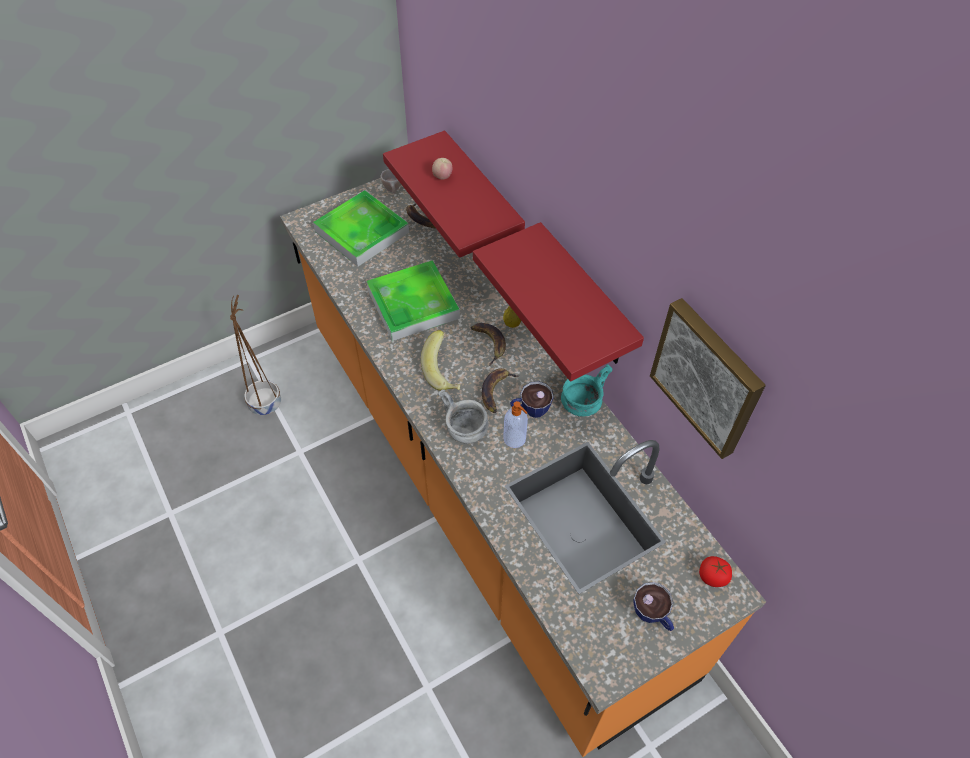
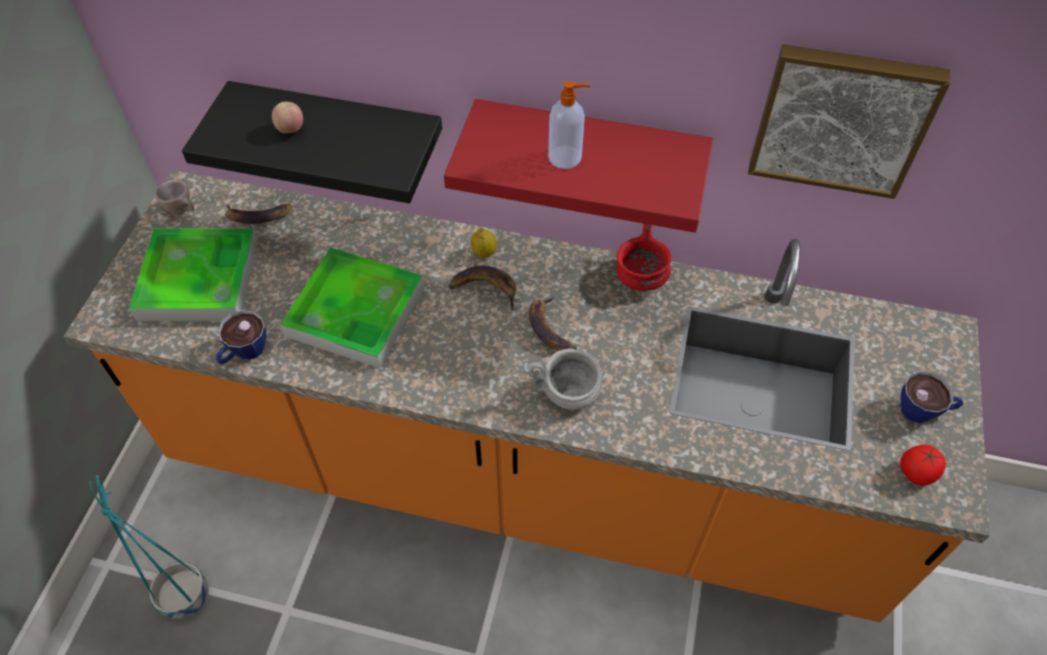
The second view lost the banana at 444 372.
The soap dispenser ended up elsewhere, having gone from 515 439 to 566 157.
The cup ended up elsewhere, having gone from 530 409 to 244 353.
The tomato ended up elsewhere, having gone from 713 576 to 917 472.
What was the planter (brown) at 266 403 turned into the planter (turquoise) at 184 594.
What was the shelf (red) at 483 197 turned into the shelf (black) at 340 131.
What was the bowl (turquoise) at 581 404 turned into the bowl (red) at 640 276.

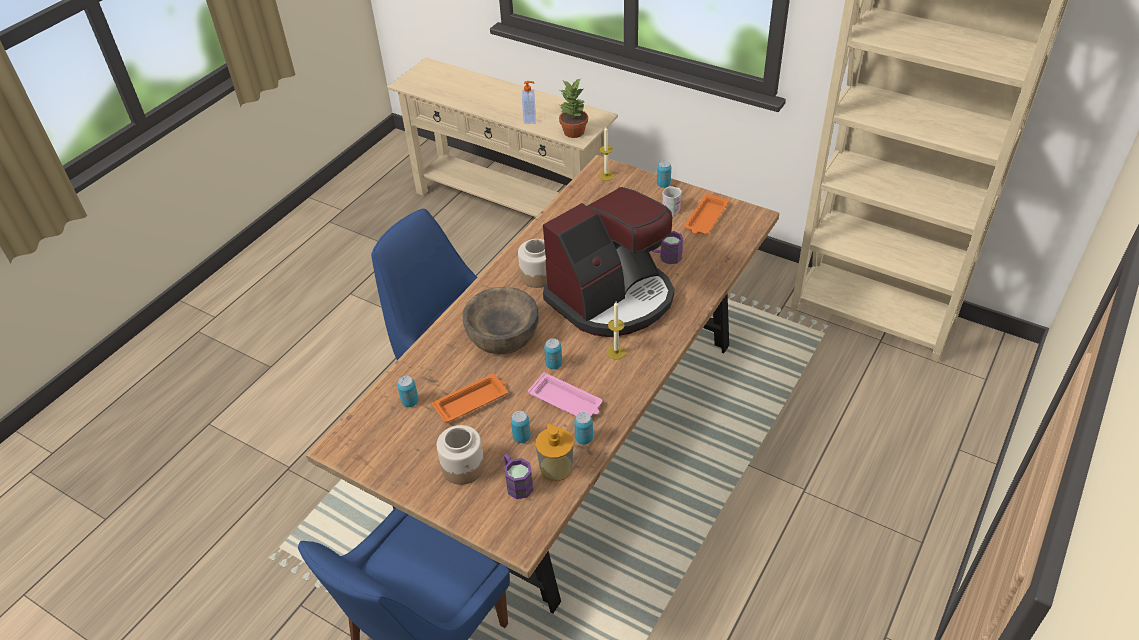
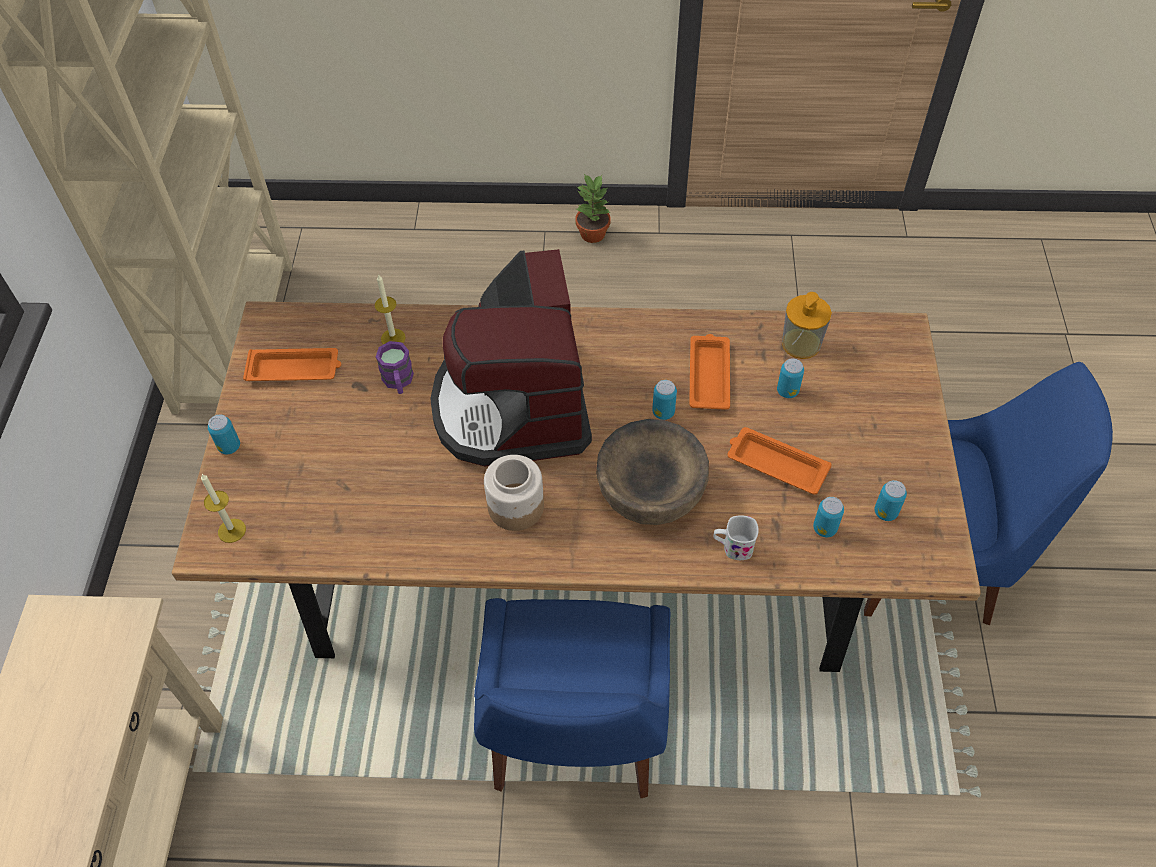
The second view lost the jar at 463 467.
The second view lost the mug (purple) at 517 483.
The second view lost the soap dispenser at 530 119.
The potted plant ended up elsewhere, having gone from 574 132 to 593 233.
The can ended up elsewhere, having gone from 584 438 to 885 512.
The candle ended up elsewhere, having gone from 616 352 to 393 338.
The mug (white) ended up elsewhere, having gone from 672 207 to 732 547.
What was the tray (pink) at 566 401 turned into the tray (orange) at 709 375.
The coffee machine at 612 298 ended up facing another way, 120 degrees counterclockwise from before.

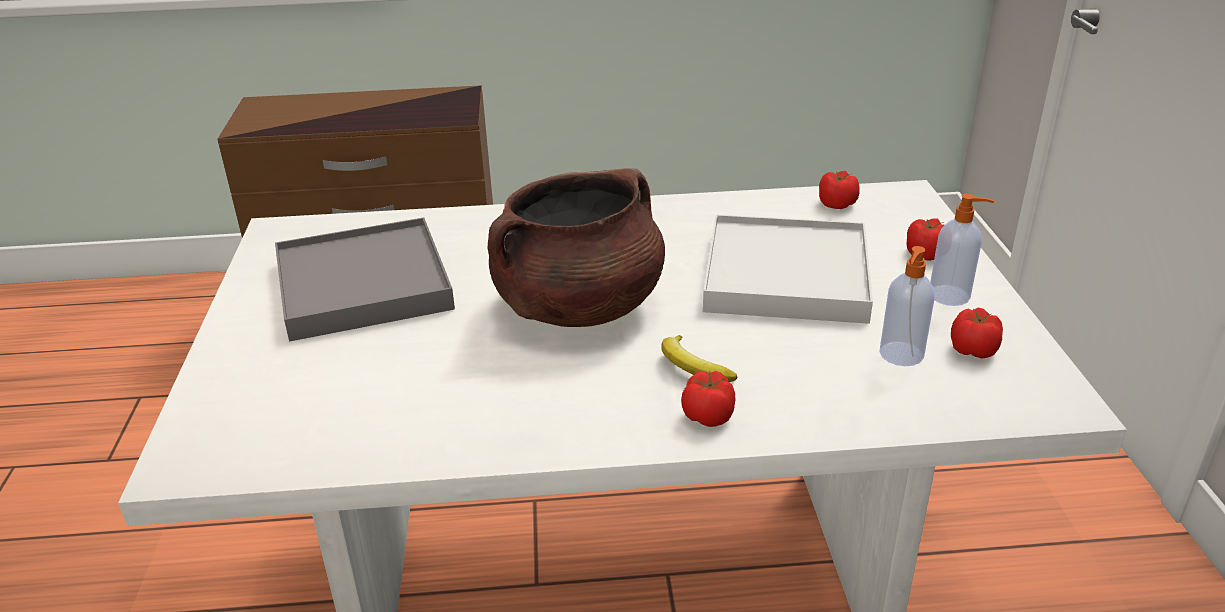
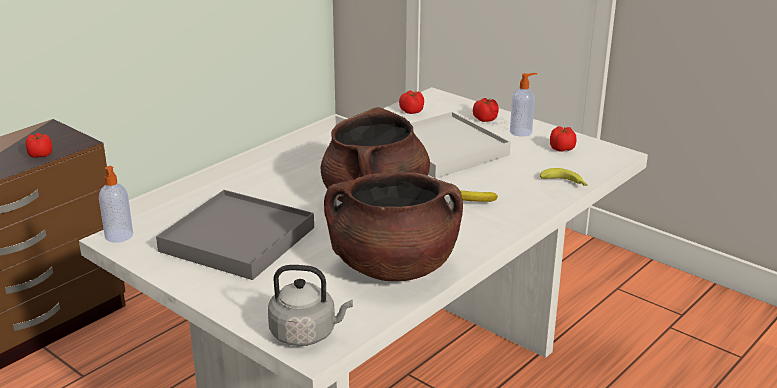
The second view gained the kettle (grey) at 306 333.
The second view gained the cooking pot (brown) at 393 267.
The second view gained the banana at 565 183.
The tomato ended up elsewhere, having gone from 709 415 to 40 155.
The soap dispenser ended up elsewhere, having gone from 901 355 to 119 236.

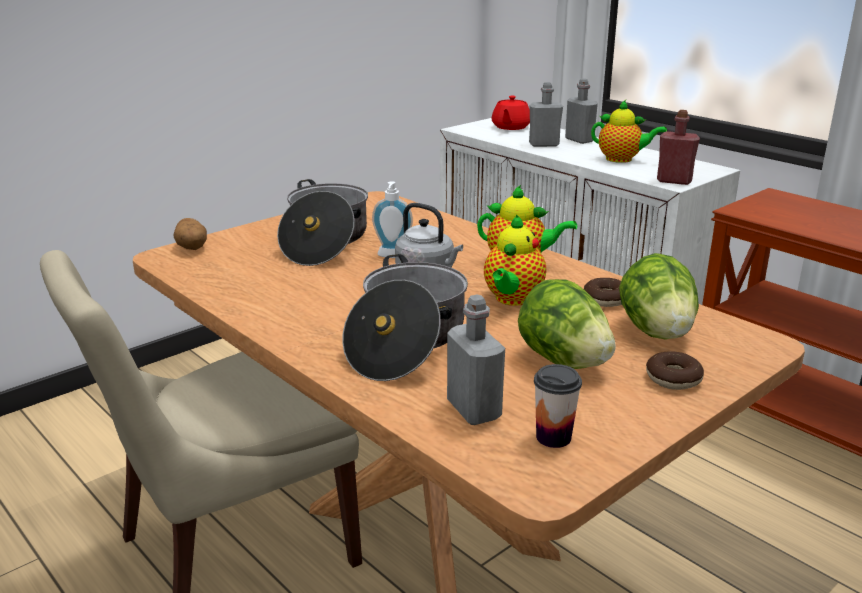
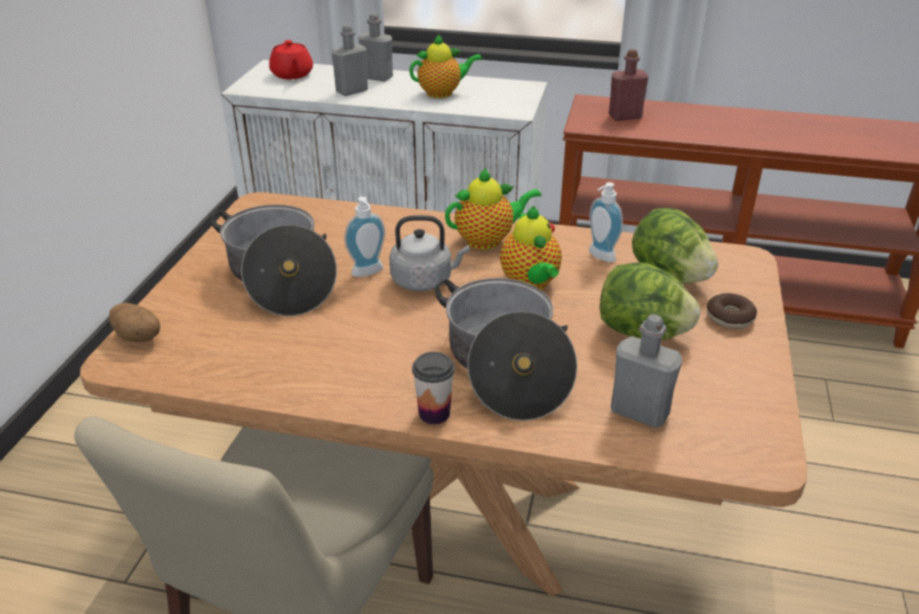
The cup ended up elsewhere, having gone from 553 437 to 434 413.
The bottle (red) ended up elsewhere, having gone from 674 181 to 625 116.
Where the donut stood at 606 299, the soap dispenser came to stand at 599 256.

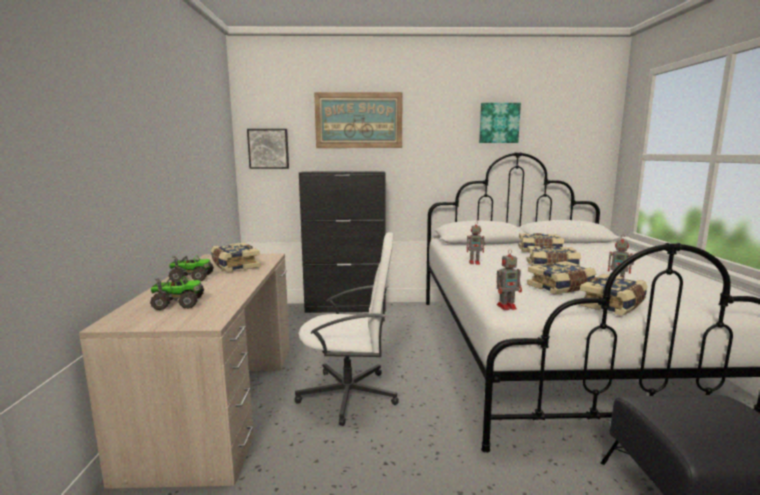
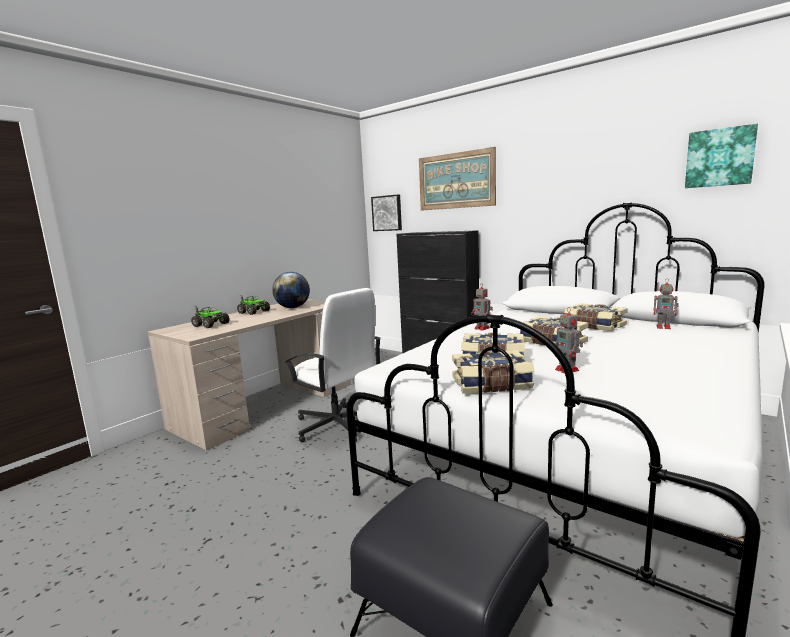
The picture ended up elsewhere, having gone from 499 123 to 719 157.
The toy robot ended up elsewhere, having gone from 507 306 to 664 327.
Where the book stood at 234 266, the globe came to stand at 293 307.

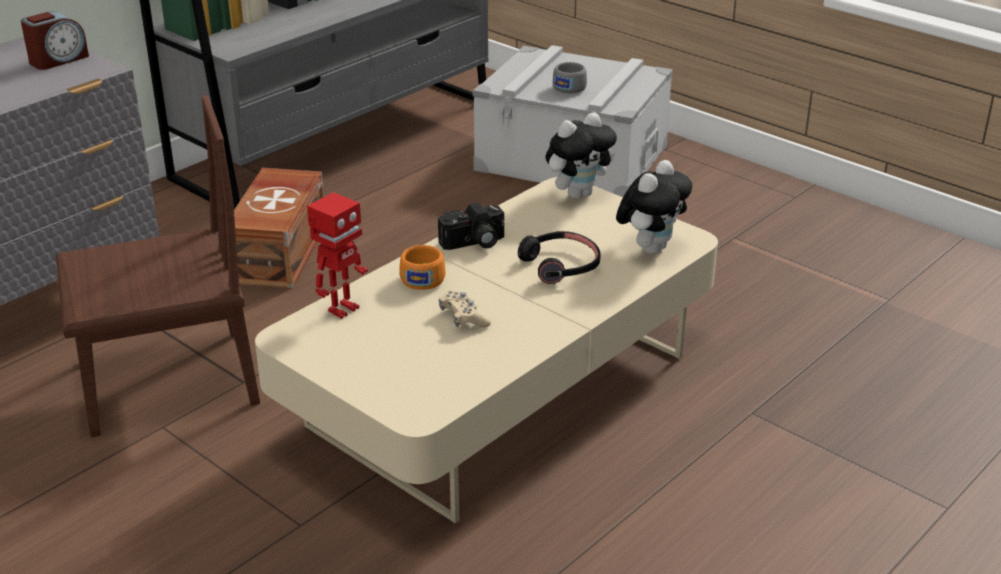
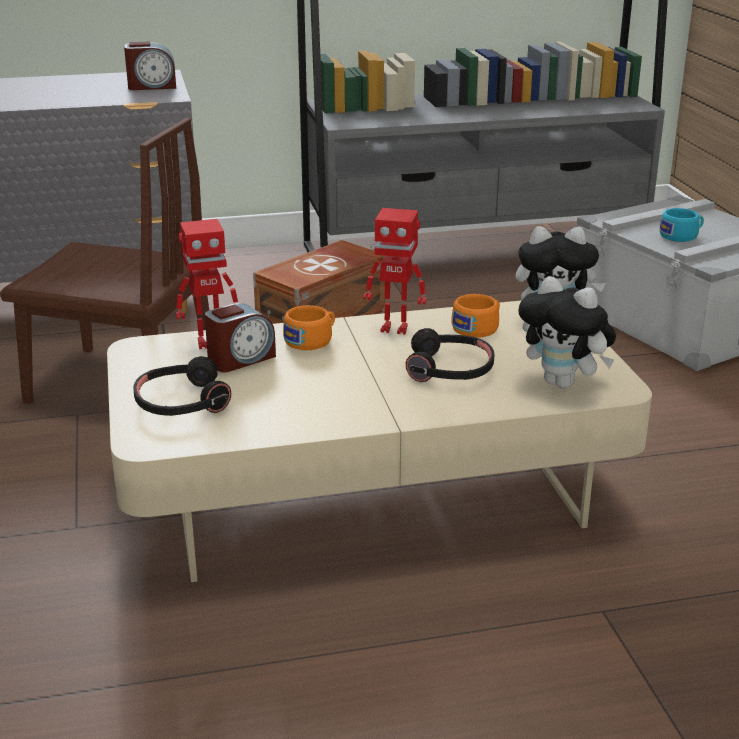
The second view lost the game controller (beige) at 463 318.
The second view gained the headphones (black) at 181 402.
The second view gained the alarm clock at 241 359.
The second view gained the cup (orange) at 478 328.
Where the photo camera stood at 474 243, the toy robot came to stand at 395 328.
What was the cup (grey) at 571 87 turned into the cup (turquoise) at 682 236.
The plush toy at 651 248 ended up facing another way, 60 degrees clockwise from before.

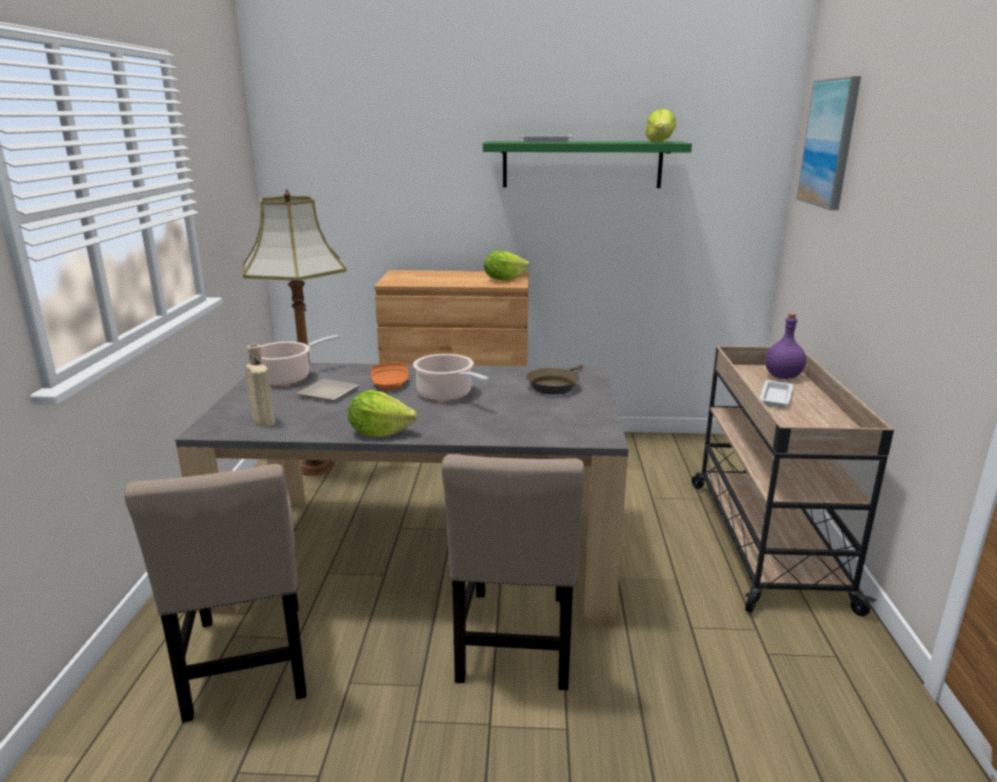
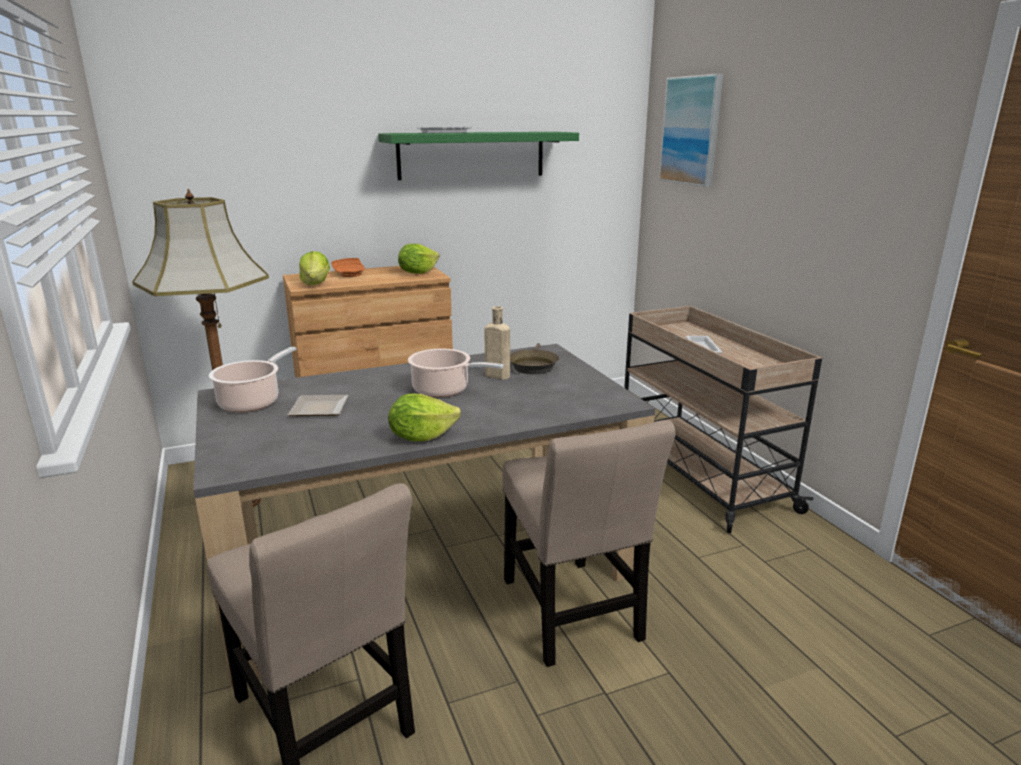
The second view lost the bottle (purple) at 782 376.
The bottle (beige) ended up elsewhere, having gone from 262 421 to 495 375.
The plate (orange) ended up elsewhere, having gone from 390 384 to 350 274.
The lettuce ended up elsewhere, having gone from 659 142 to 316 284.

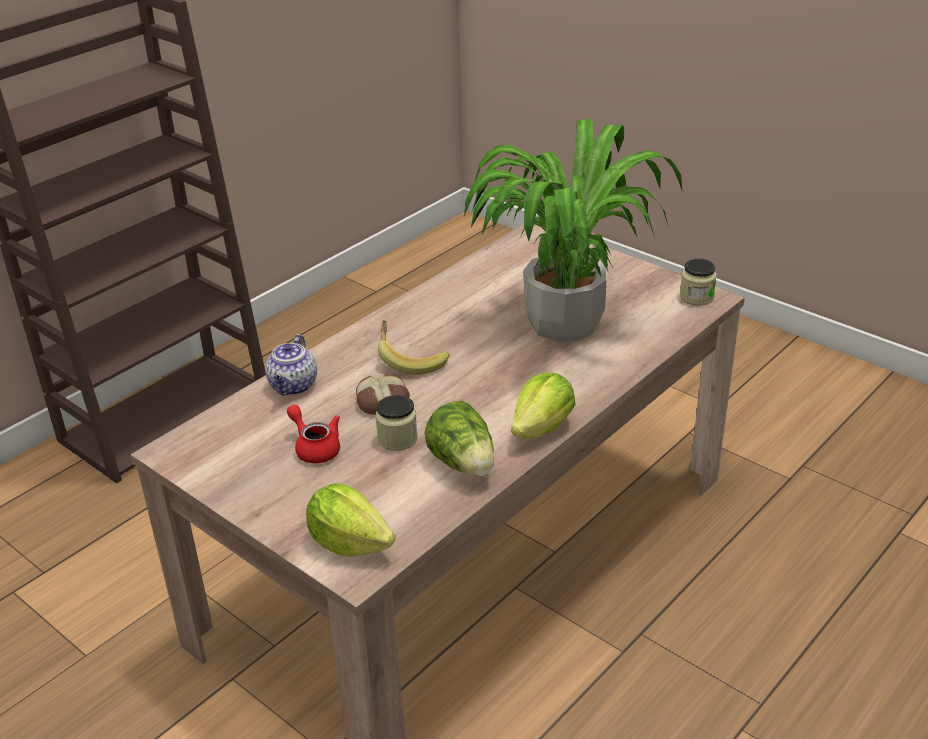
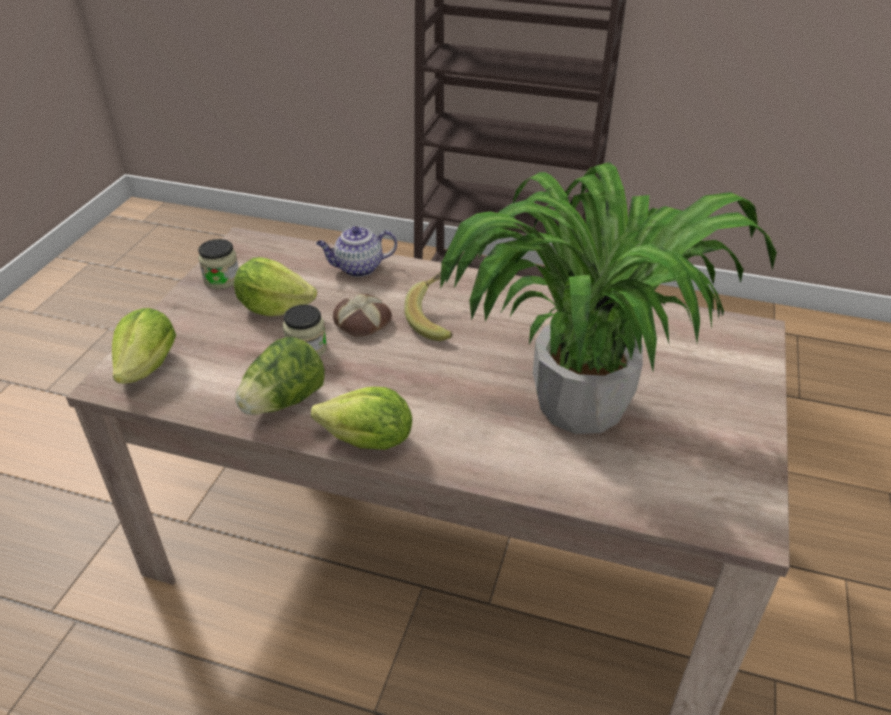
The jar ended up elsewhere, having gone from 696 297 to 222 279.
Where the teapot (red) stood at 315 448, the lettuce came to stand at 274 307.

